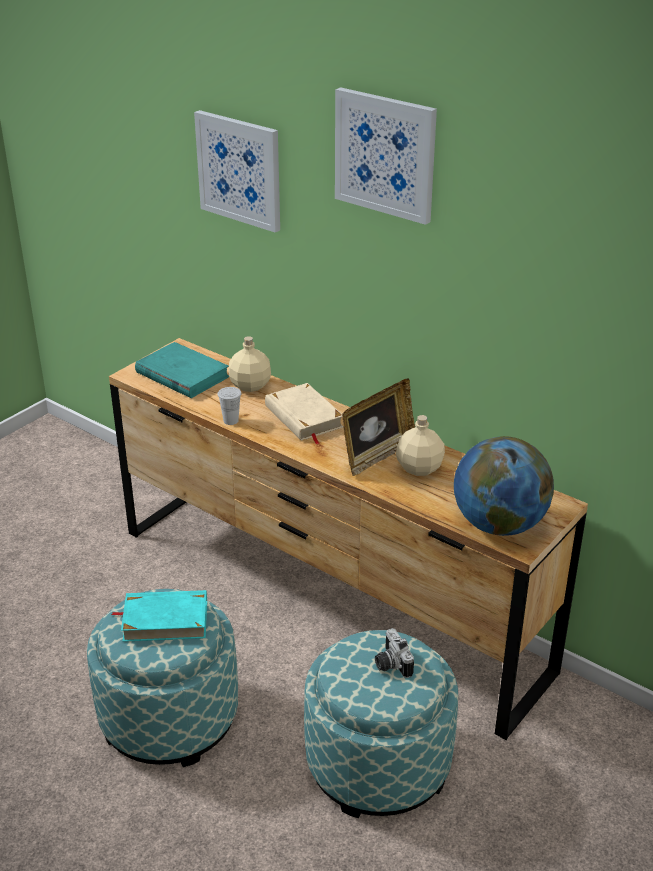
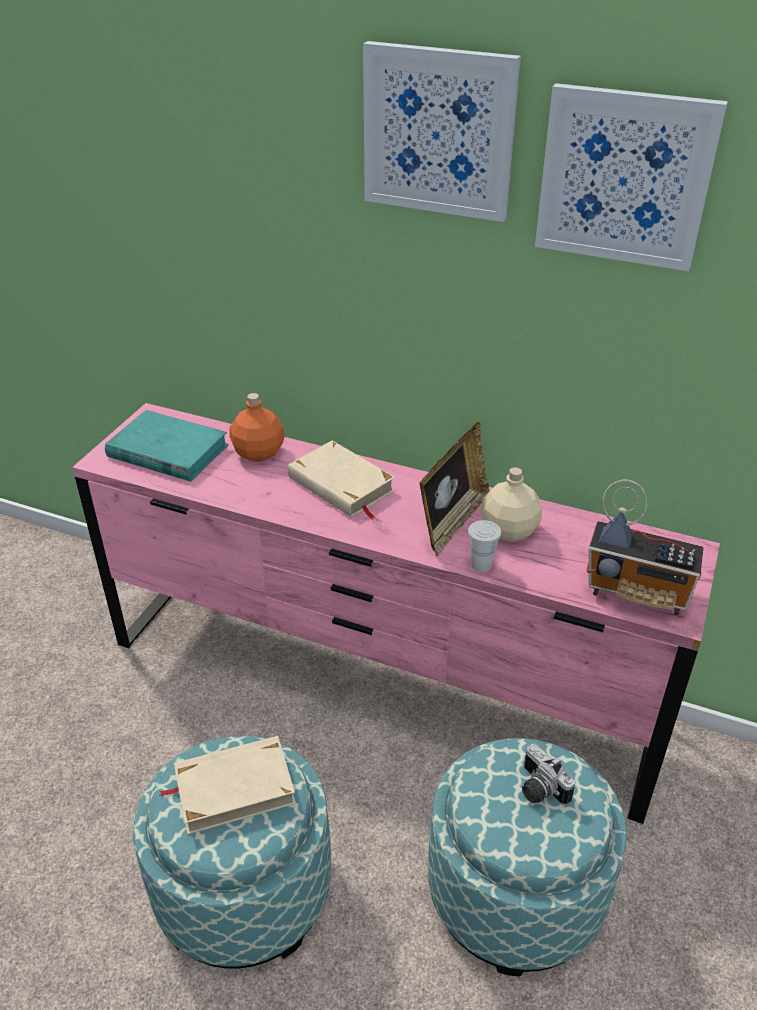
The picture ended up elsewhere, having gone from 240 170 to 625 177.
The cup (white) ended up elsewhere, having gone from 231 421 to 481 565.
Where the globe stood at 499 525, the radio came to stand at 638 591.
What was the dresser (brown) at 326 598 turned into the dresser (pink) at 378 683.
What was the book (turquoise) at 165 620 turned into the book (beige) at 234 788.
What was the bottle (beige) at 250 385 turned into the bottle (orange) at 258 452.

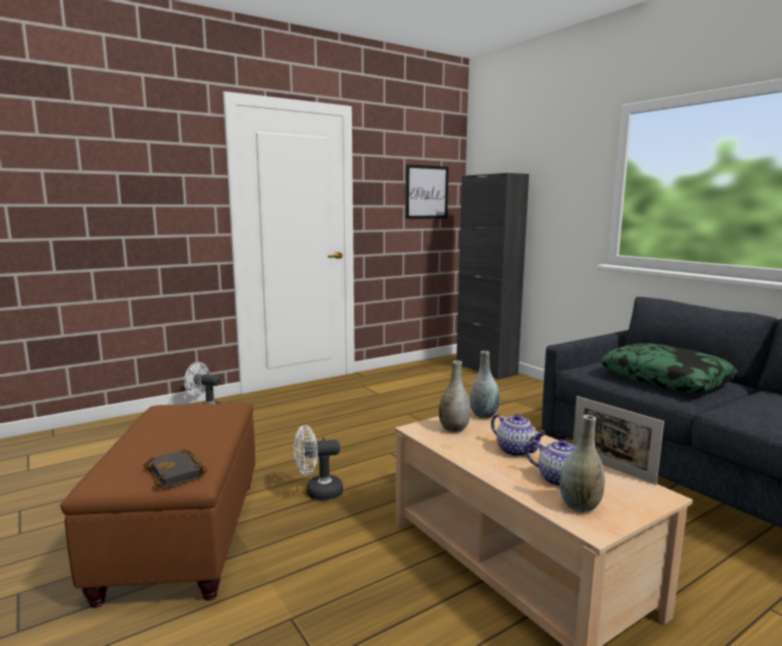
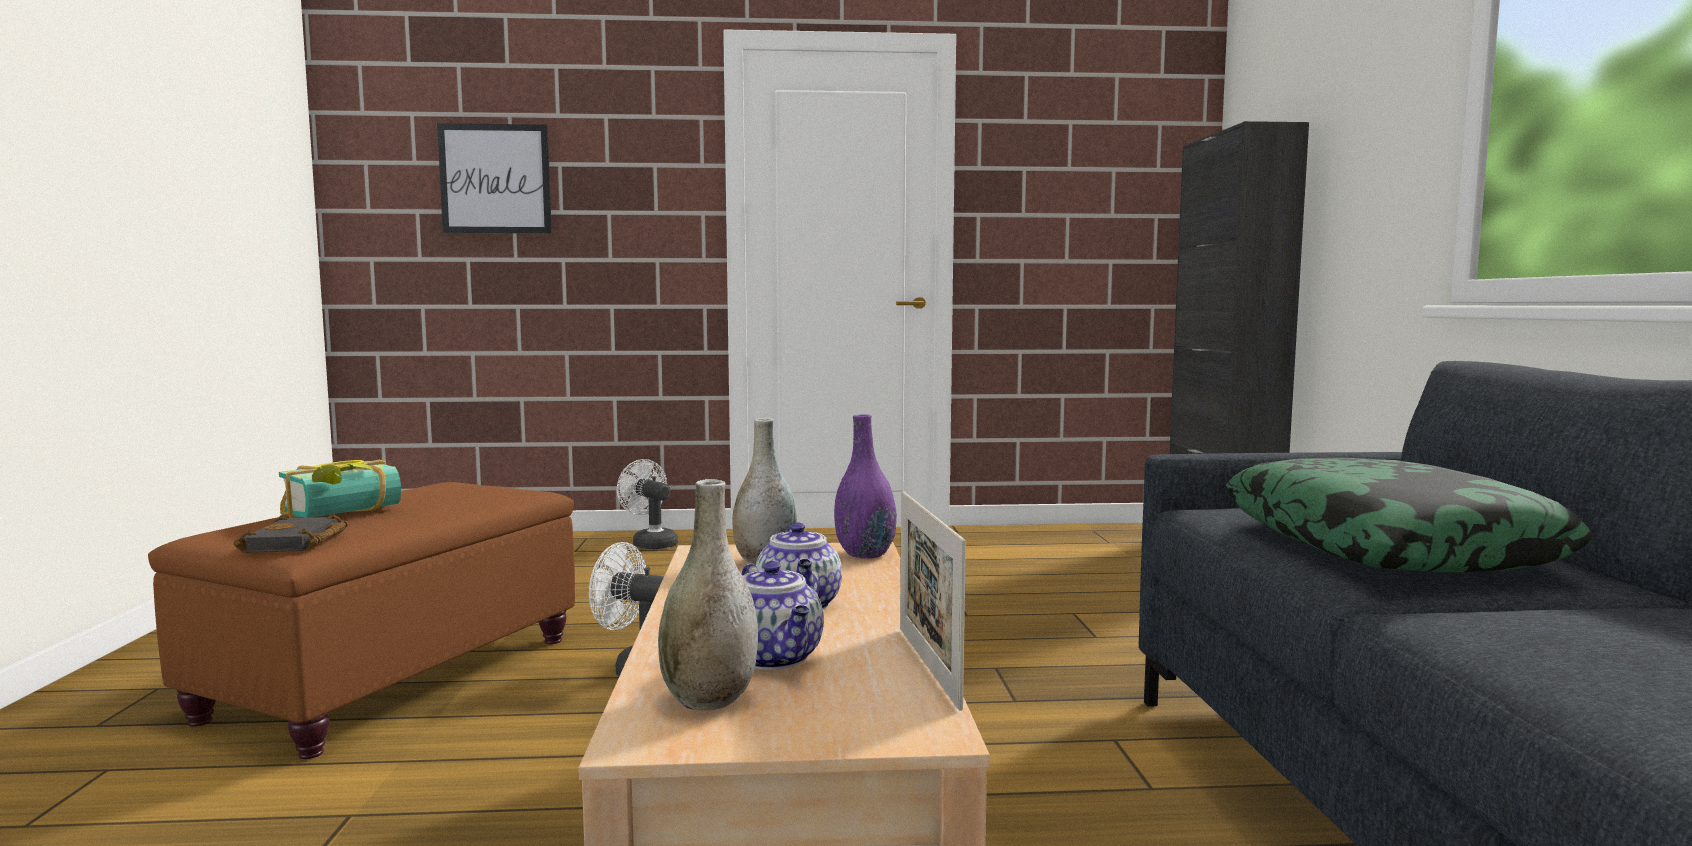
The second view gained the book at 346 514.
The picture ended up elsewhere, having gone from 426 192 to 495 179.
What was the vase (grey) at 483 415 turned into the vase (purple) at 865 554.

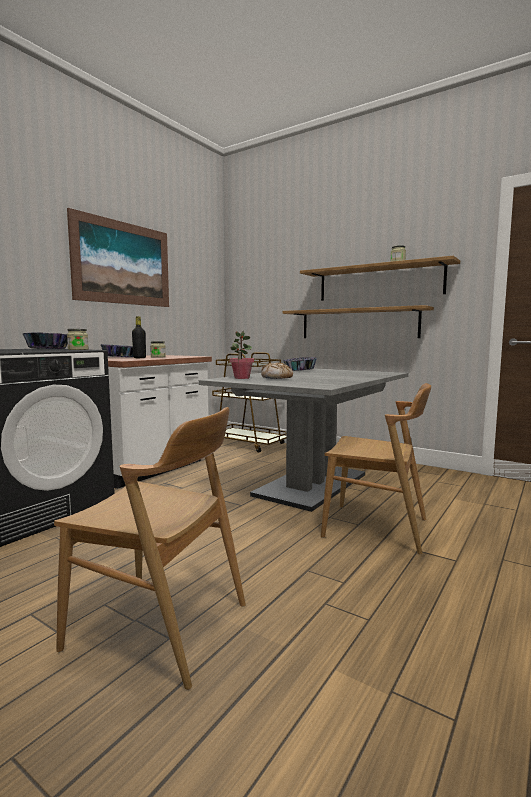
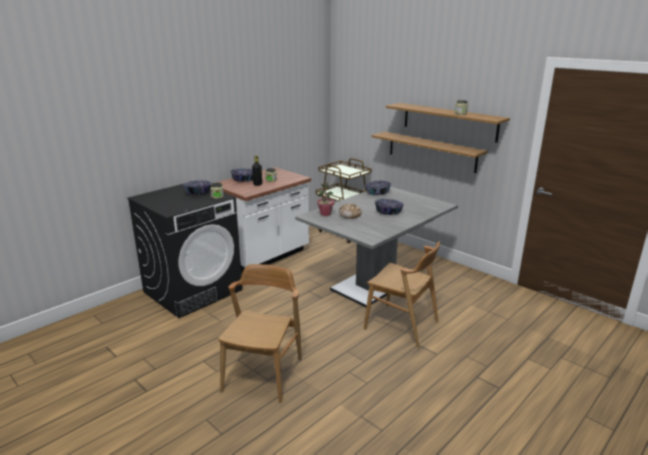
The second view lost the picture at 123 263.
The second view gained the bowl at 388 212.
The chair (brown) at 159 626 ended up facing another way, 105 degrees counterclockwise from before.

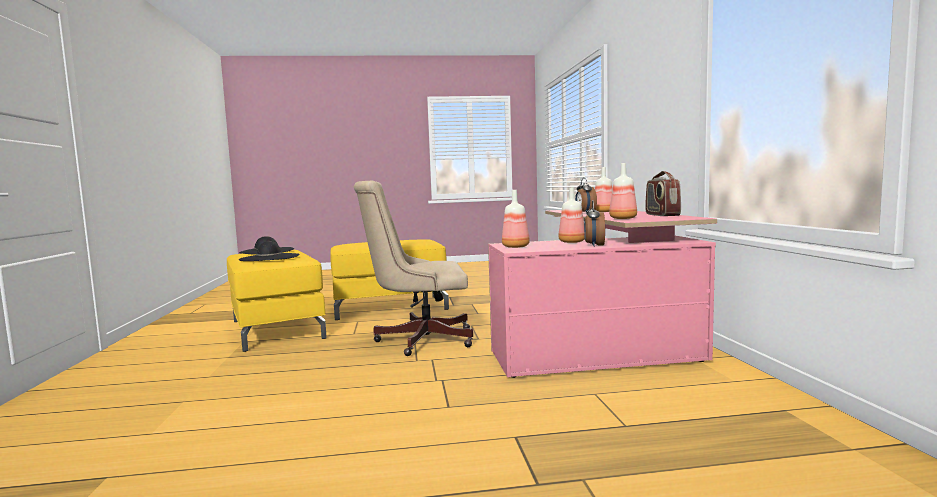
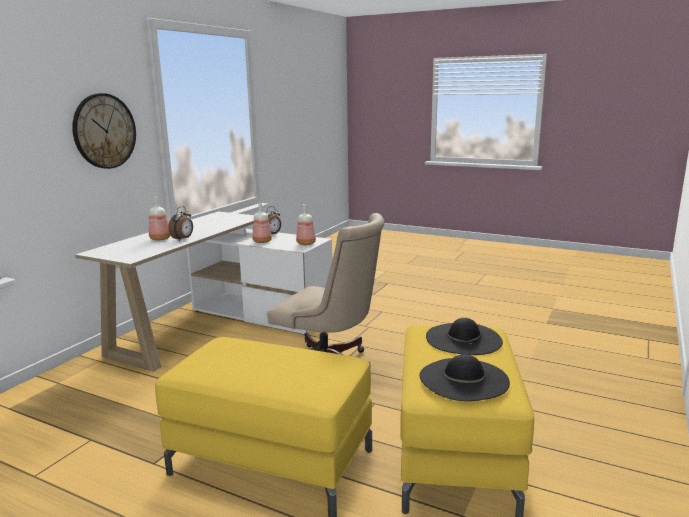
The second view lost the bottle at 623 218.
The second view lost the radio at 661 215.
The second view gained the wall clock at 104 131.
What was the desk (pink) at 598 338 turned into the desk (white) at 220 326.

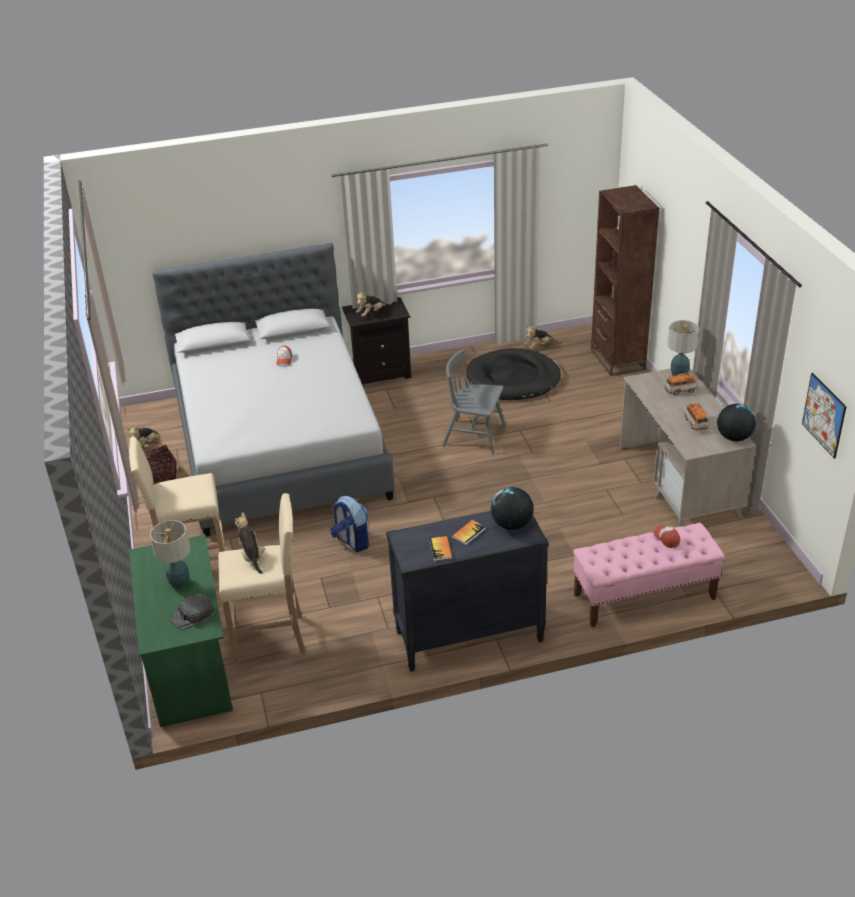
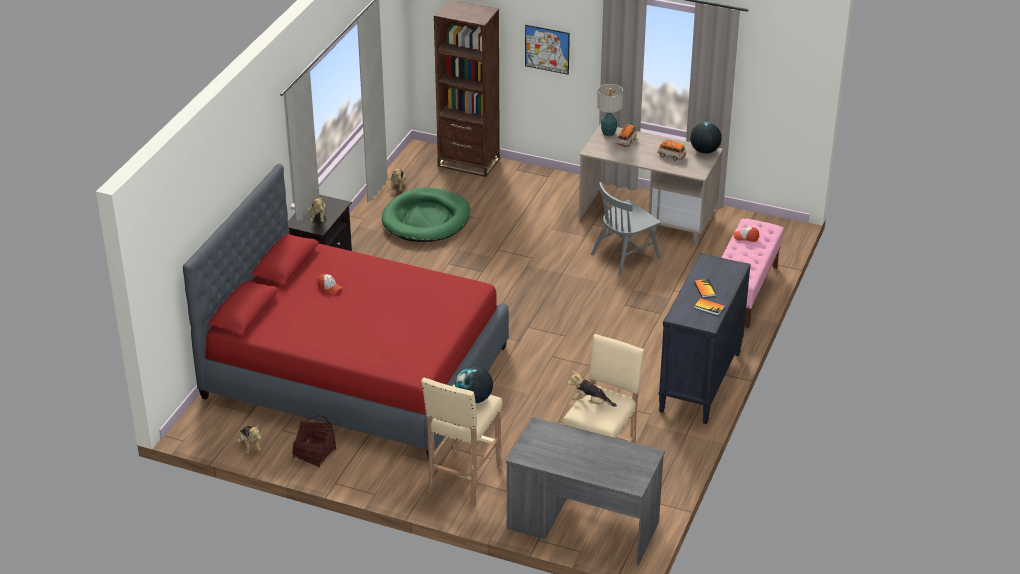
The second view lost the table lamp at 179 583.
The second view lost the cap (black) at 192 615.
The second view lost the backpack at 352 541.
The chair (grey) ended up elsewhere, having gone from 474 436 to 625 256.
The globe ended up elsewhere, having gone from 511 525 to 474 399.
The picture ended up elsewhere, having gone from 824 415 to 547 49.
What was the desk (green) at 189 663 turned into the desk (grey) at 582 525.
What was the bed (grey) at 280 445 turned into the bed (red) at 356 371.
What was the dog bed (black) at 513 379 turned into the dog bed (green) at 426 219.

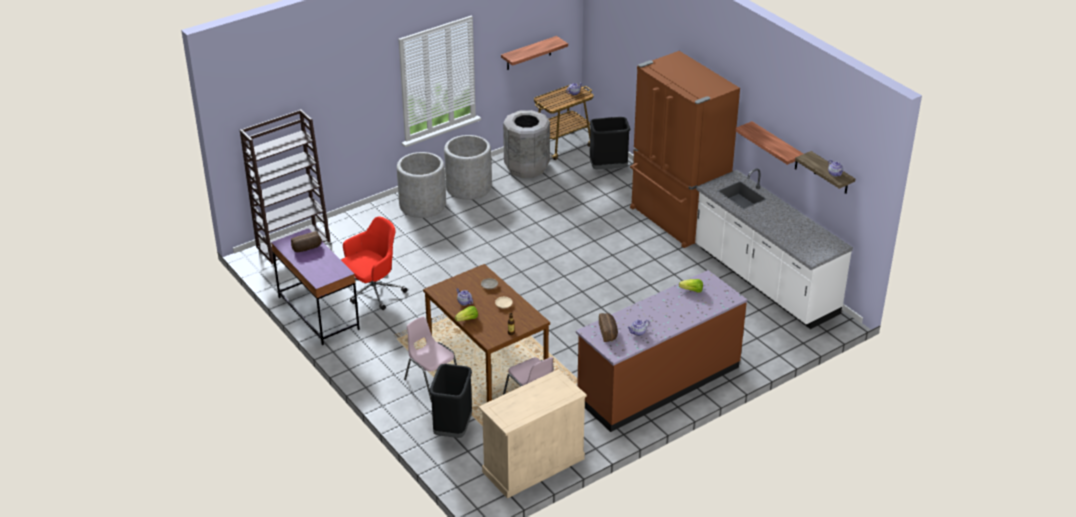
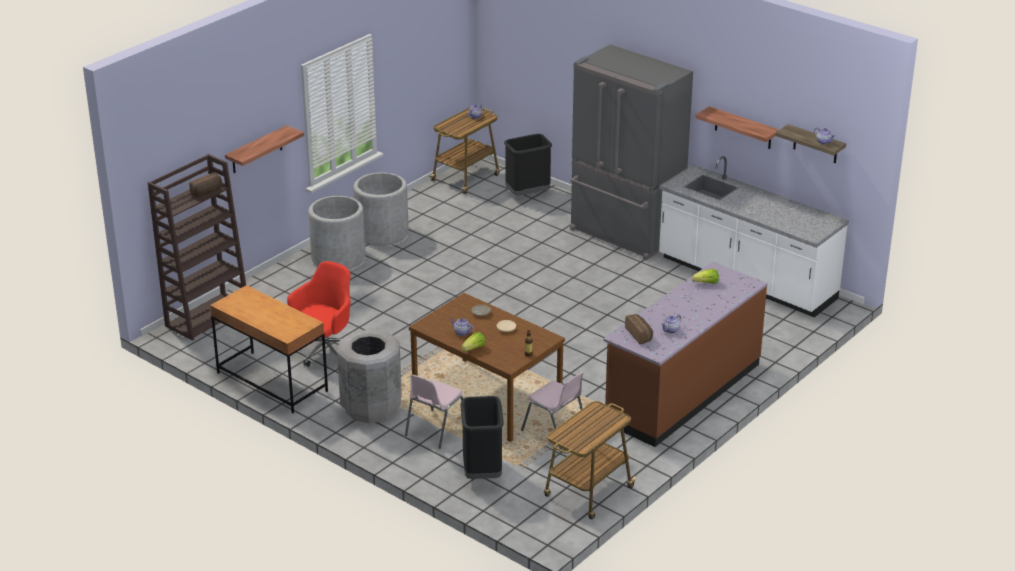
The bread ended up elsewhere, having gone from 307 248 to 207 192.
The shelf ended up elsewhere, having gone from 529 53 to 257 150.
The trash can (grey) ended up elsewhere, having gone from 526 168 to 371 408.
Where the cabinet (beige) stood at 533 465, the cart came to stand at 587 492.
What was the desk (purple) at 318 313 turned into the desk (brown) at 272 382.
What was the fridge (brown) at 676 219 turned into the fridge (grey) at 624 234.
The chair (pink) at 431 381 ended up facing another way, 90 degrees counterclockwise from before.

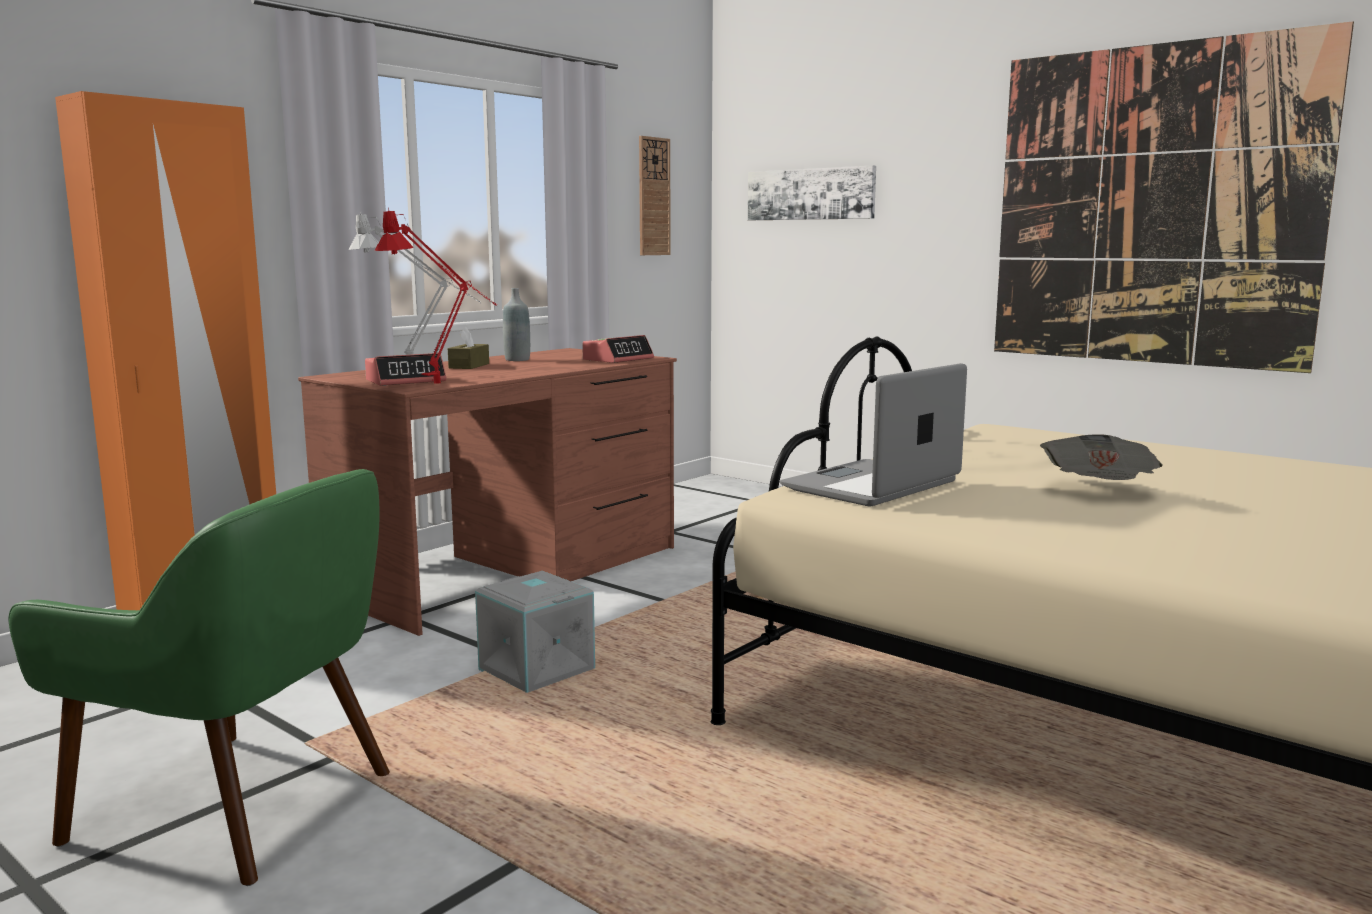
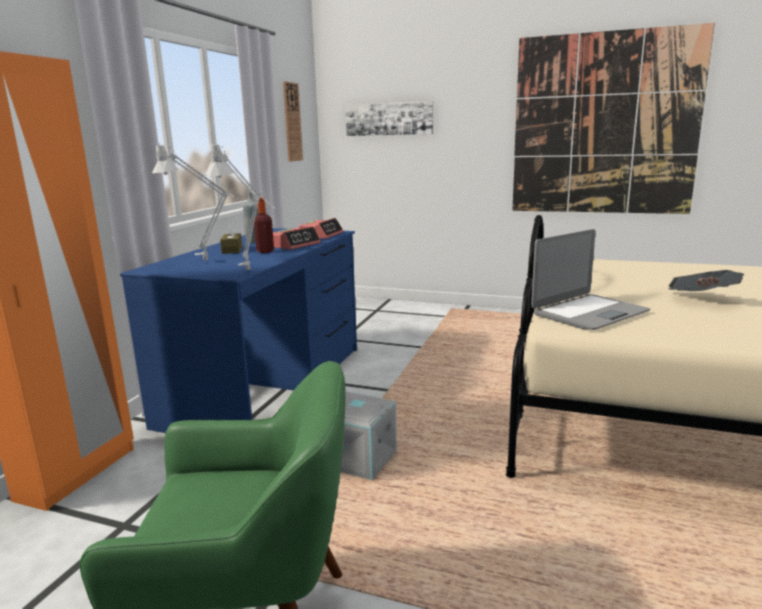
The second view gained the bottle at 265 251.
The alarm clock ended up elsewhere, having gone from 406 381 to 294 245.
What was the desk (brown) at 510 570 turned into the desk (blue) at 268 384.
What was the table lamp (red) at 445 385 turned into the table lamp (grey) at 252 270.
The laptop at 872 485 ended up facing another way, 150 degrees counterclockwise from before.

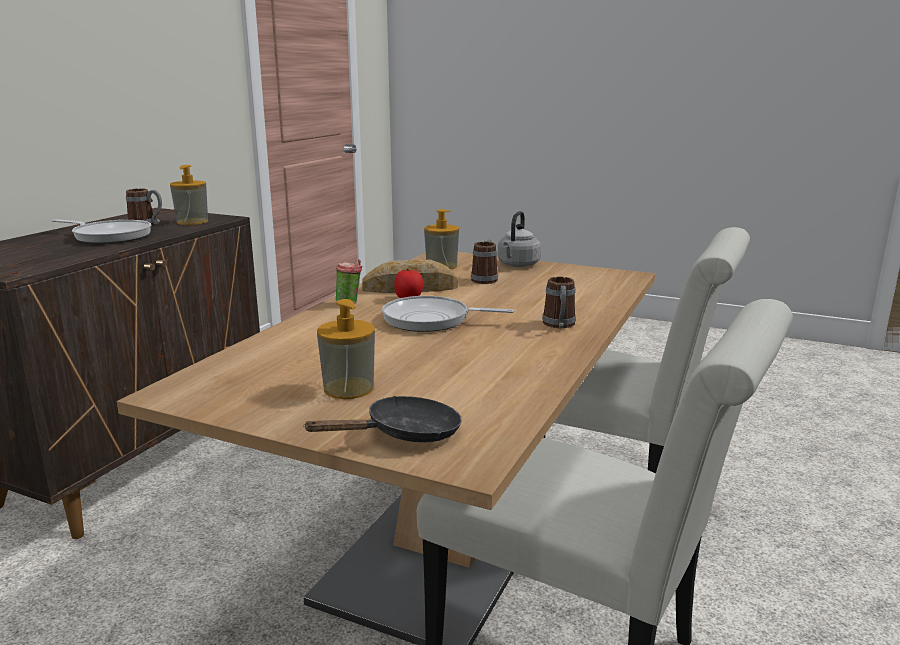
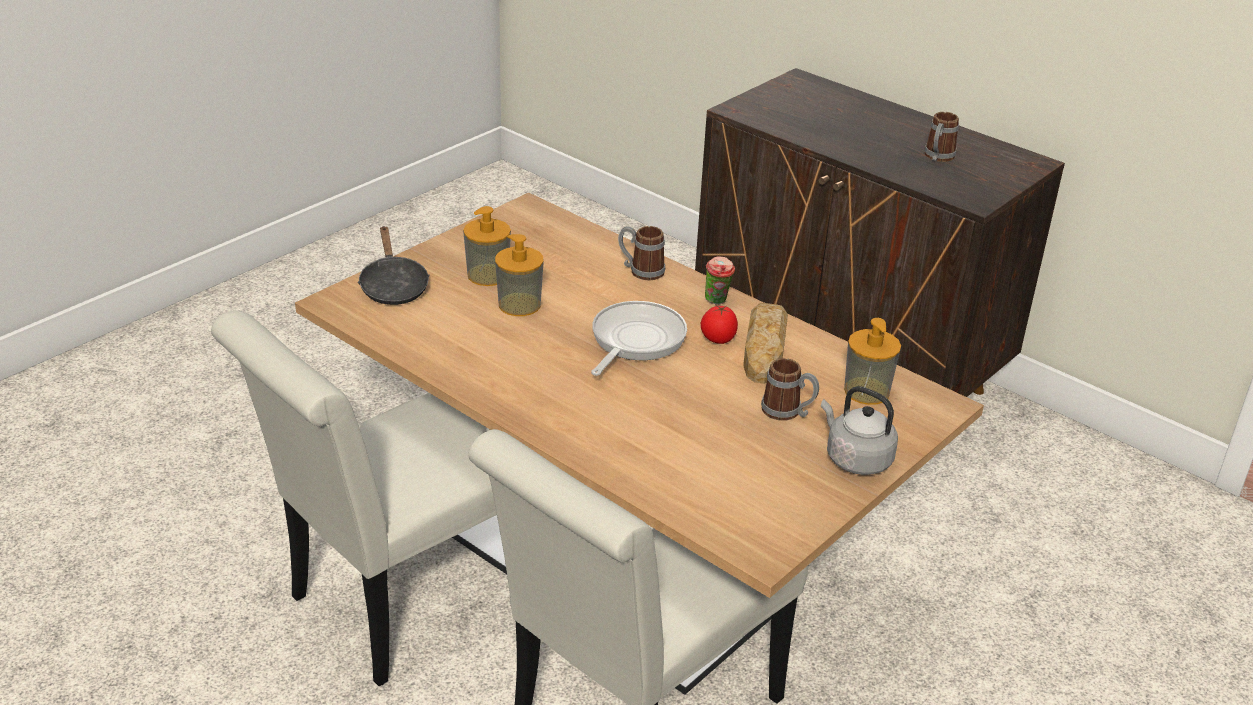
The second view lost the frying pan at 109 236.
The soap dispenser ended up elsewhere, having gone from 192 221 to 519 304.
The mug ended up elsewhere, having gone from 559 325 to 641 270.

